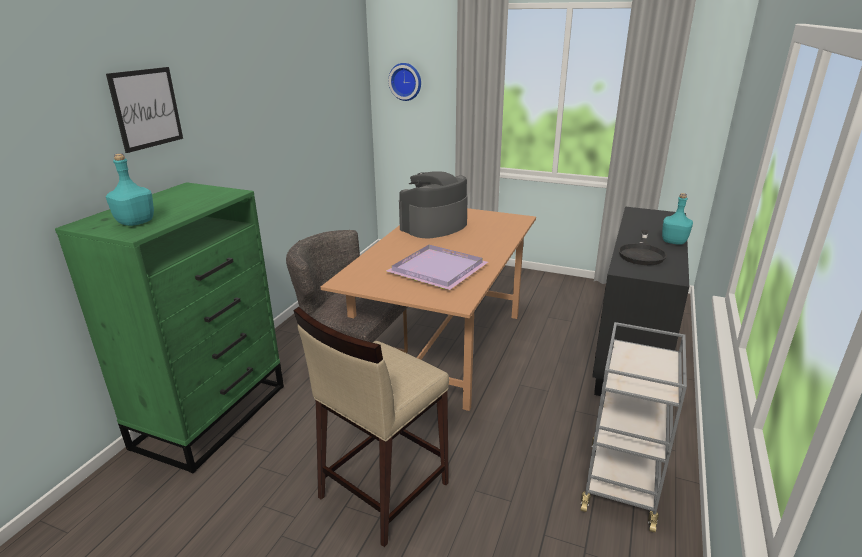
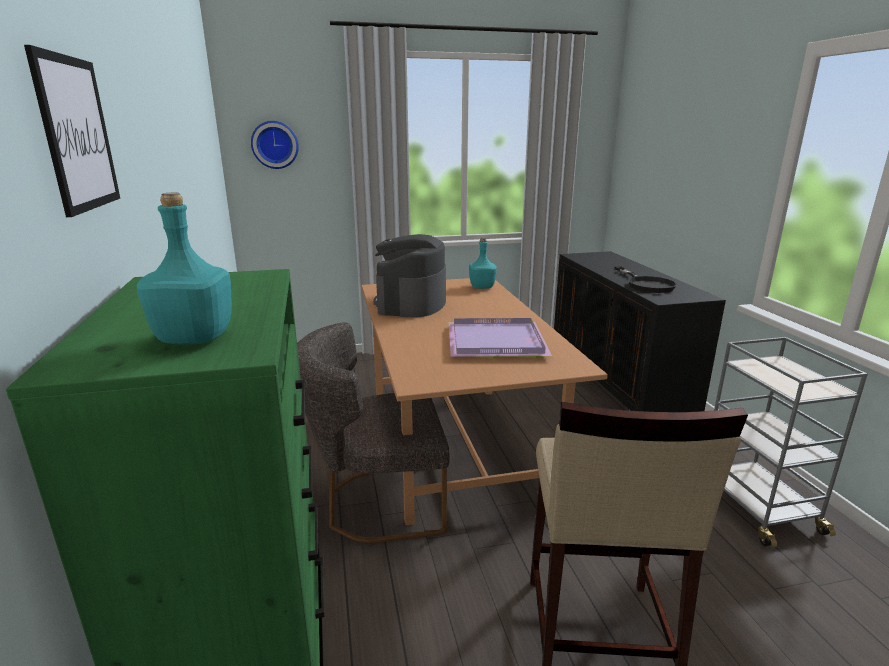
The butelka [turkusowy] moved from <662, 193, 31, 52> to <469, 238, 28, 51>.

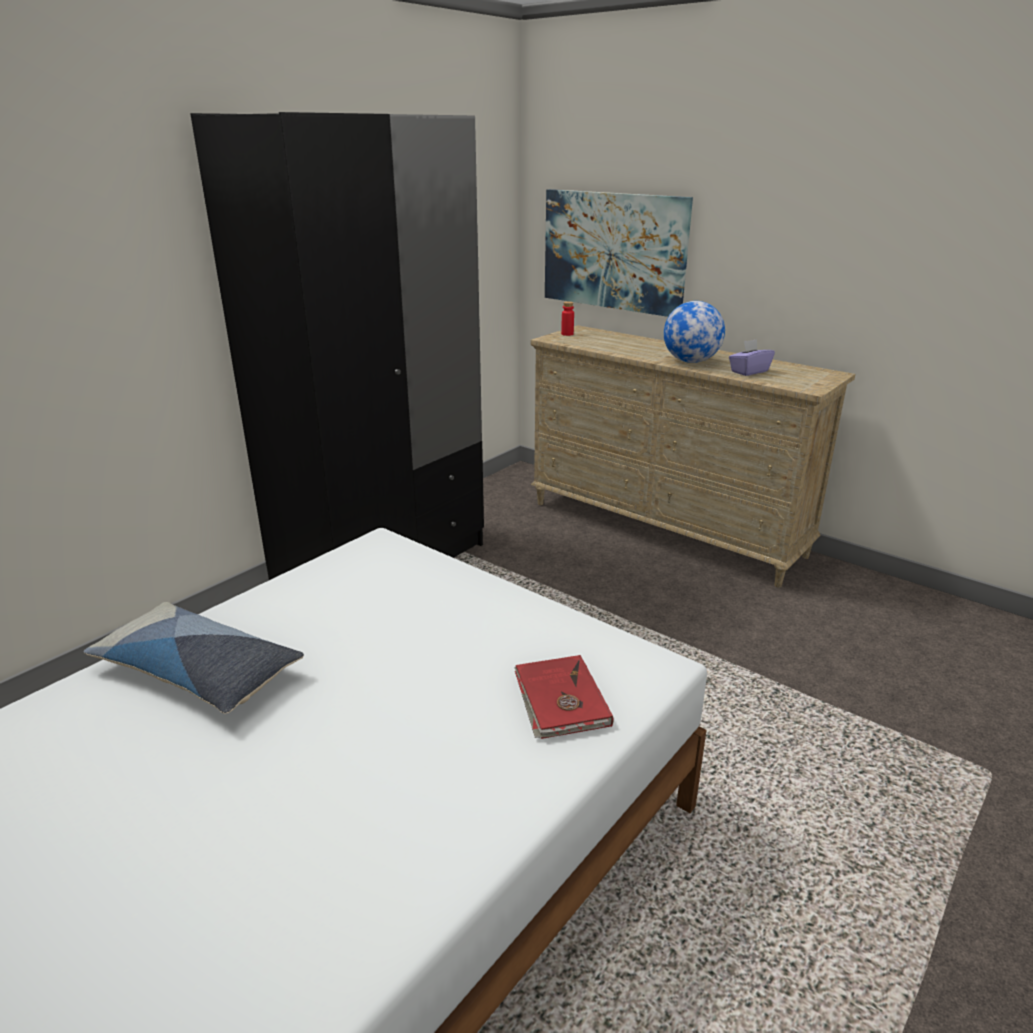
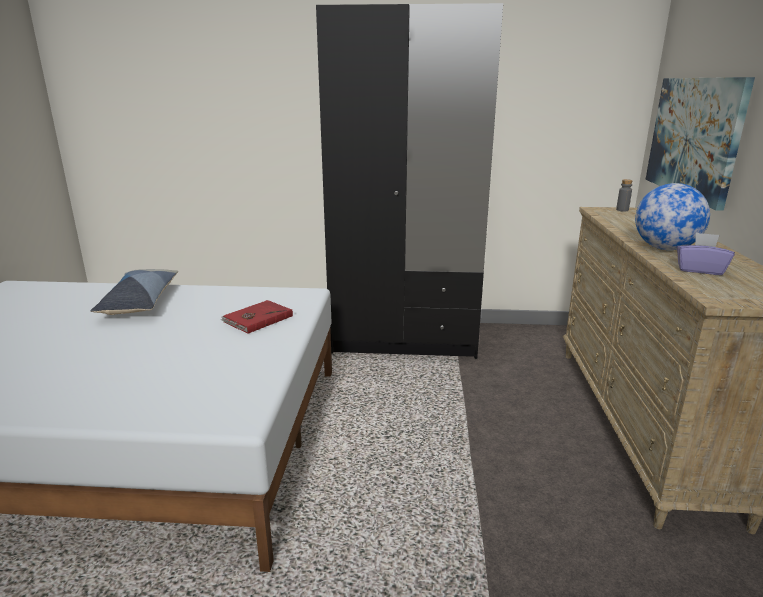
The butelka [czerwony] at <561, 301, 13, 35> became the butelka [szary] at <616, 179, 17, 33>. The książka [czerwony] moved from <514, 655, 100, 84> to <221, 300, 72, 34>.

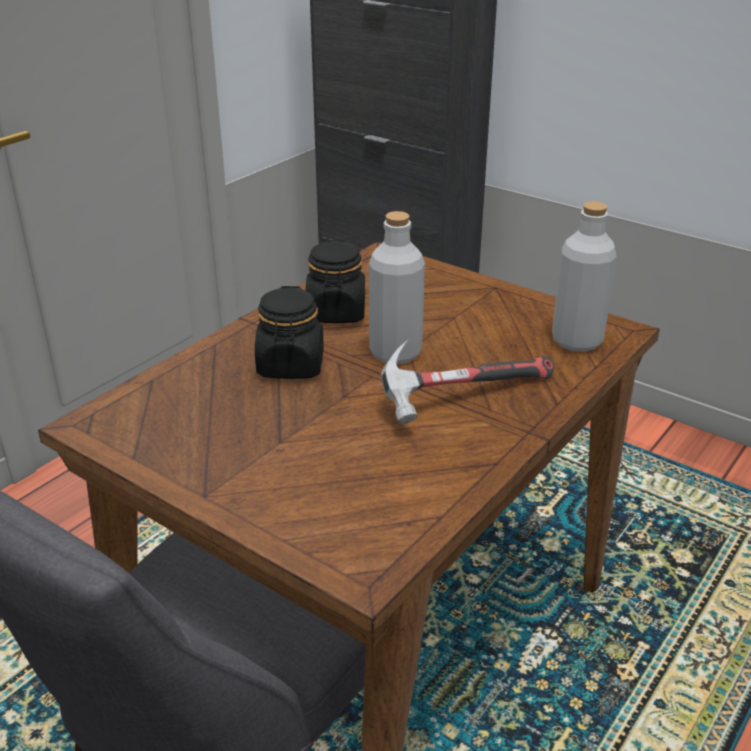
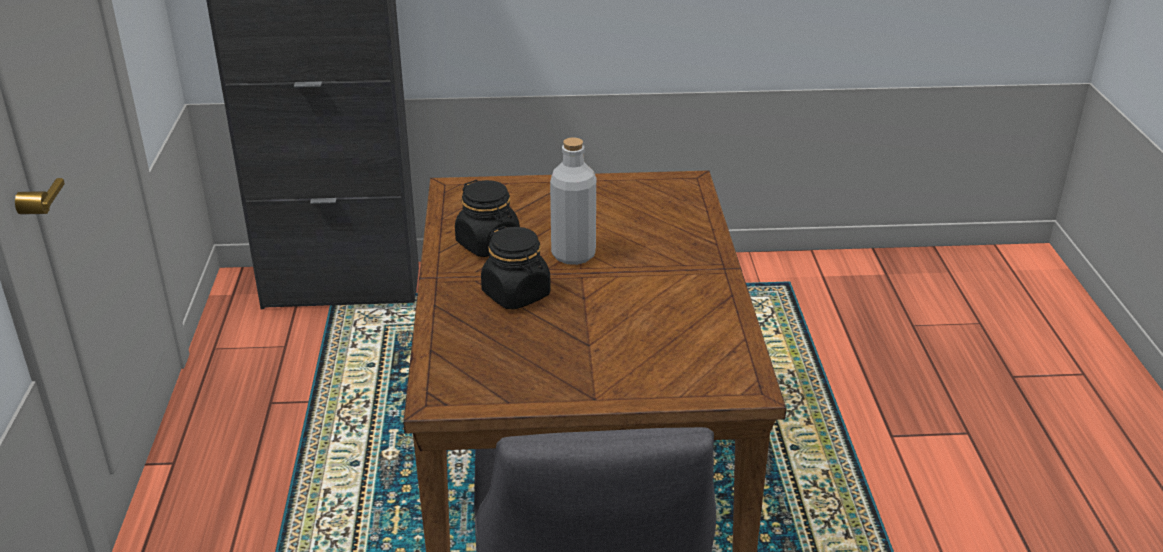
The butelka [szary] at <552, 201, 65, 151> disappeared. The młotek at <381, 340, 173, 84> disappeared.

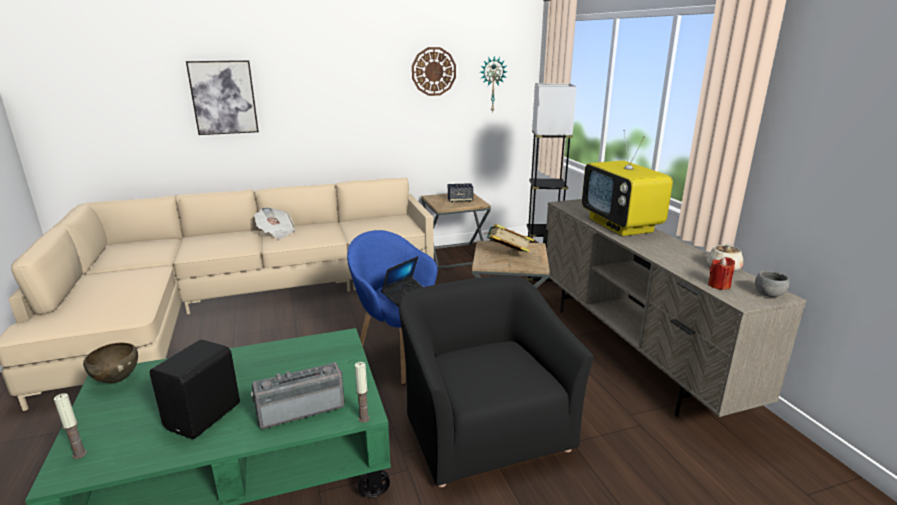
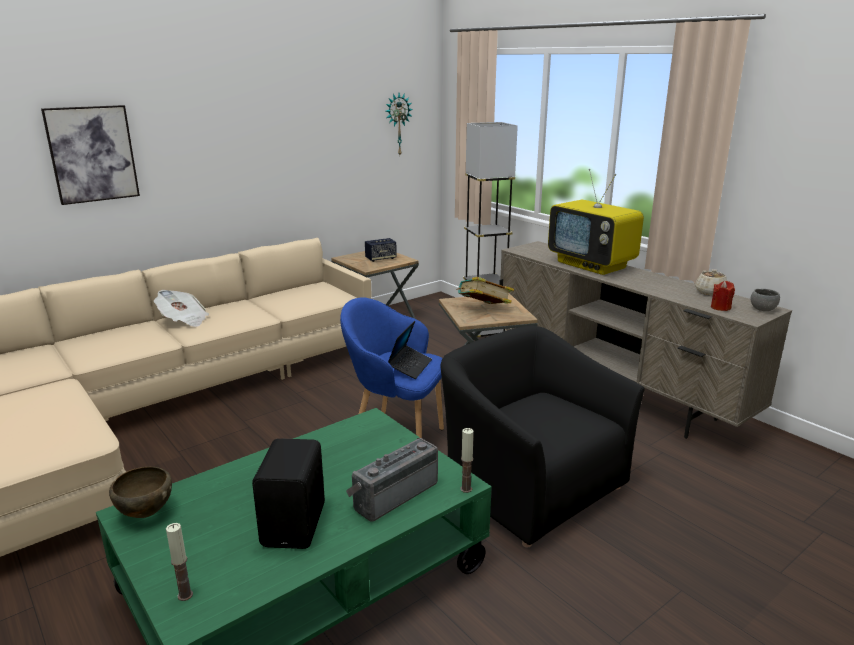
The zegar ścienny at <412, 47, 44, 49> disappeared.

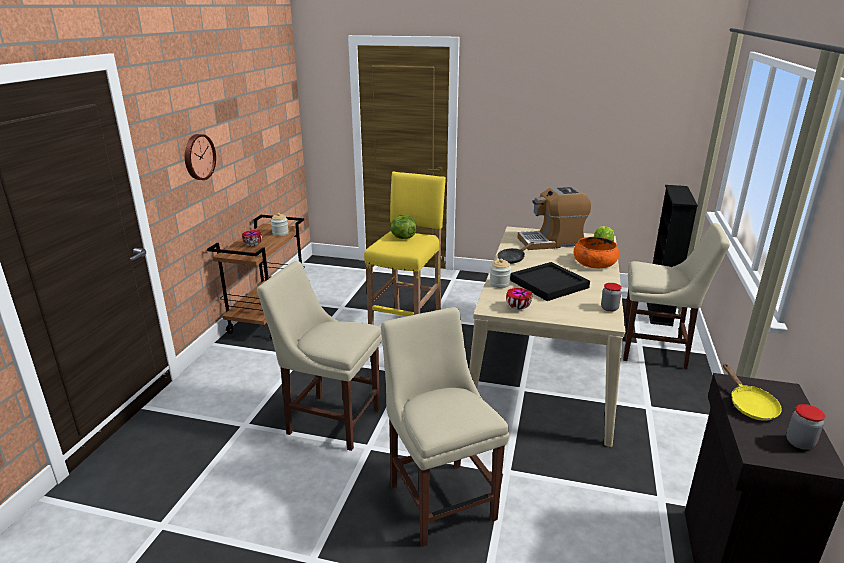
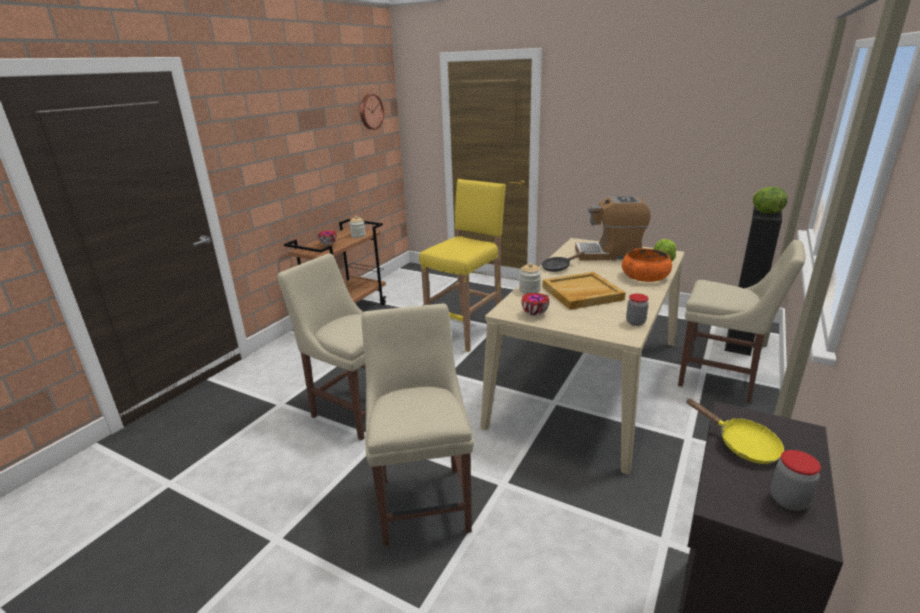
The zegar ścienny moved from <185, 134, 31, 46> to <360, 94, 24, 36>. The sałata moved from <390, 215, 26, 24> to <752, 186, 36, 28>. The taca [czarny] at <510, 262, 80, 39> became the taca [beżowy] at <542, 272, 84, 38>. The patelnia [żółty] at <723, 363, 59, 58> turned 45 degrees counterclockwise.

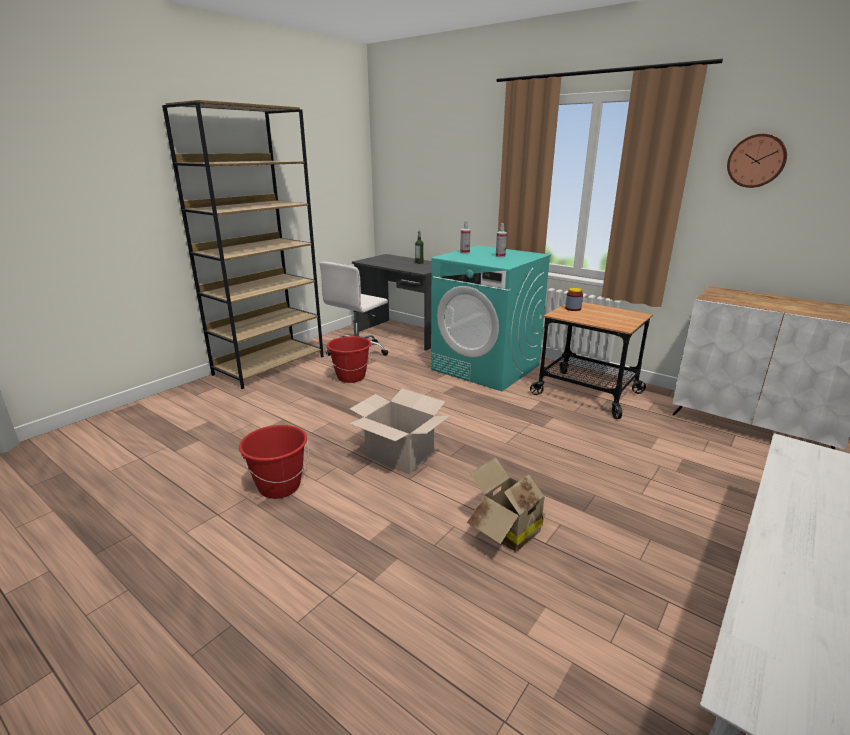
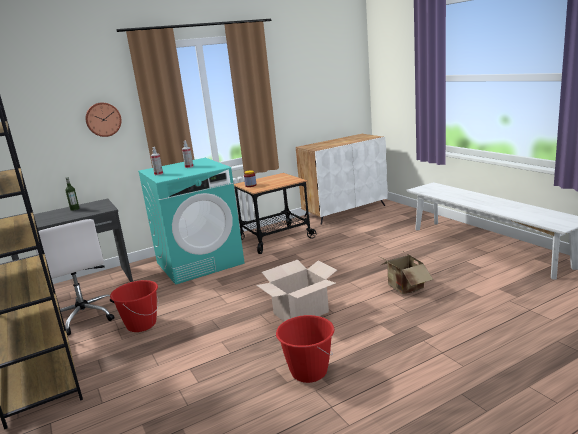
The zegar ścienny moved from <727, 134, 60, 54> to <86, 103, 36, 34>.

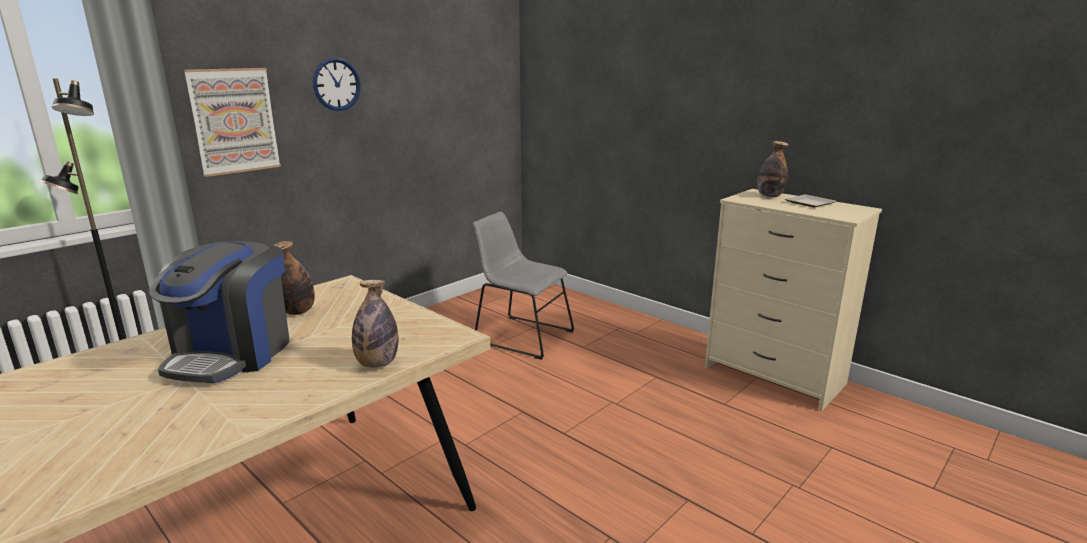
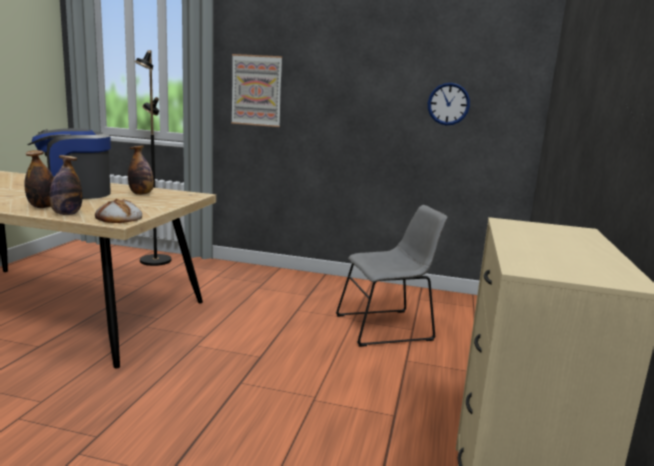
The zegar ścienny moved from <313, 58, 47, 53> to <428, 83, 42, 42>. The butelka moved from <757, 141, 32, 57> to <24, 150, 30, 58>. The talerz at <785, 194, 52, 13> disappeared. The krzesło [szary] at <473, 212, 102, 148> turned 75 degrees clockwise. The chleb at <95, 199, 47, 24> appeared.

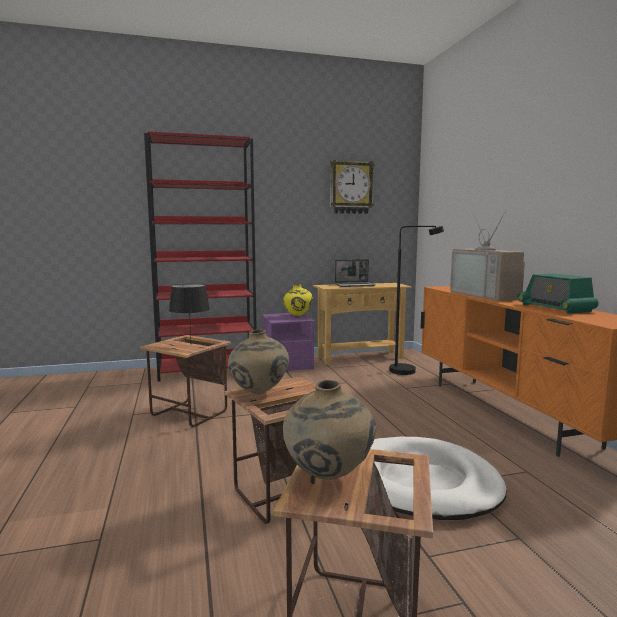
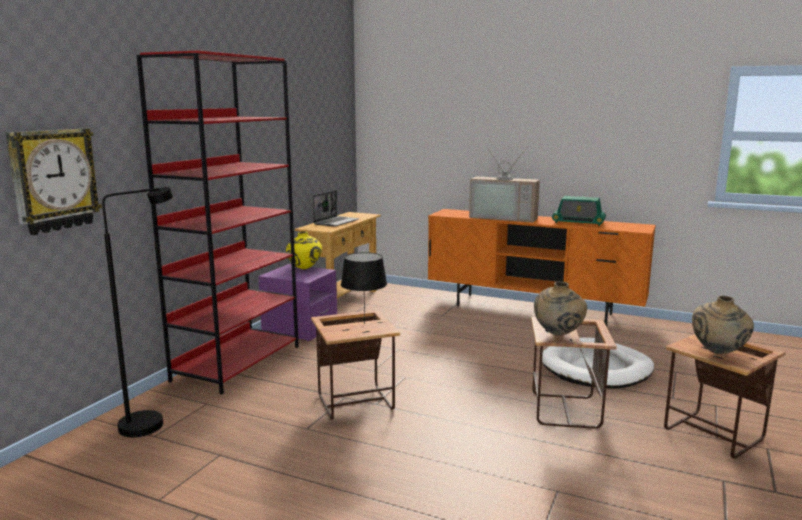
The zegar ścienny moved from <330, 160, 45, 54> to <6, 128, 96, 107>. The lampa stojąca [czarny] moved from <389, 226, 55, 149> to <102, 187, 71, 250>.

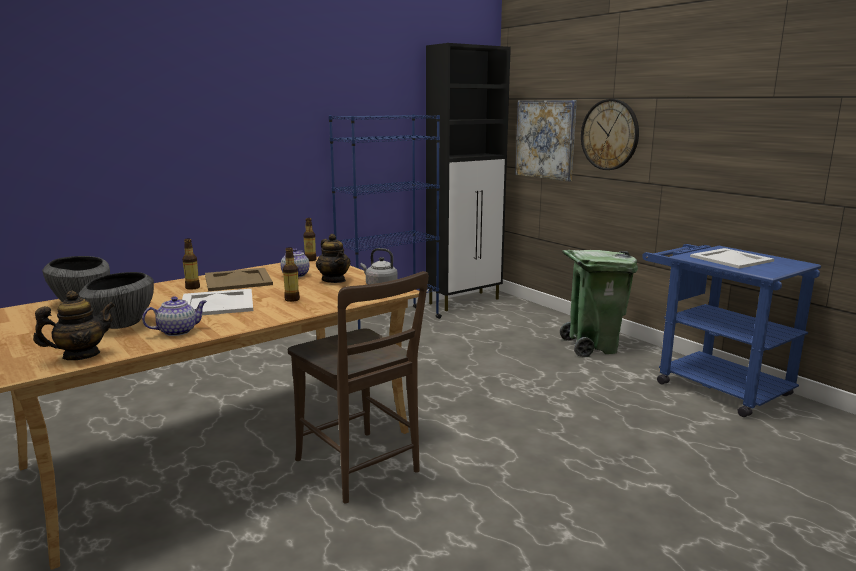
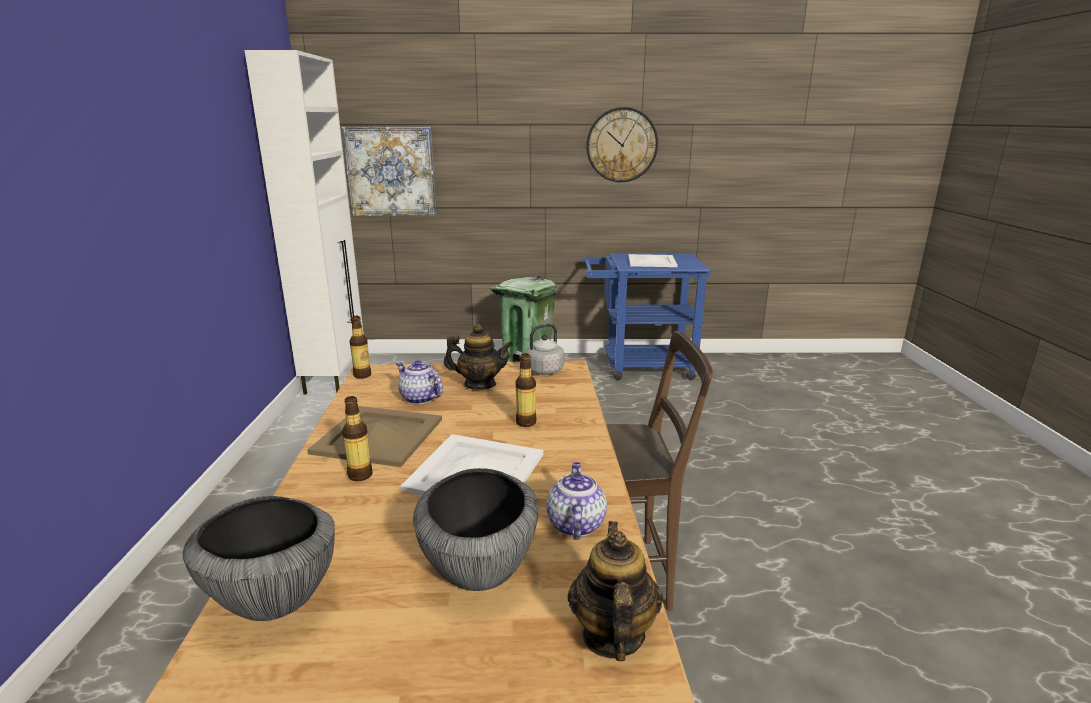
The szafka [czarny] at <426, 43, 85, 268> became the szafka [biały] at <245, 50, 119, 344>. The zegar ścienny moved from <581, 99, 58, 71> to <586, 107, 72, 75>. The regał [niebieski] at <329, 114, 113, 215> disappeared.

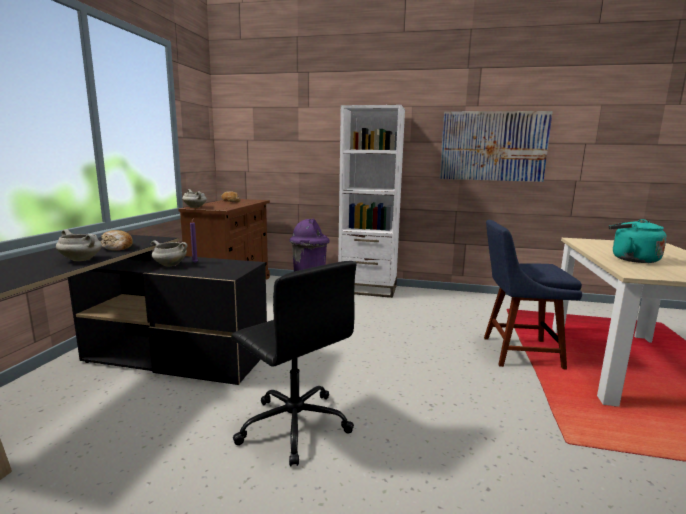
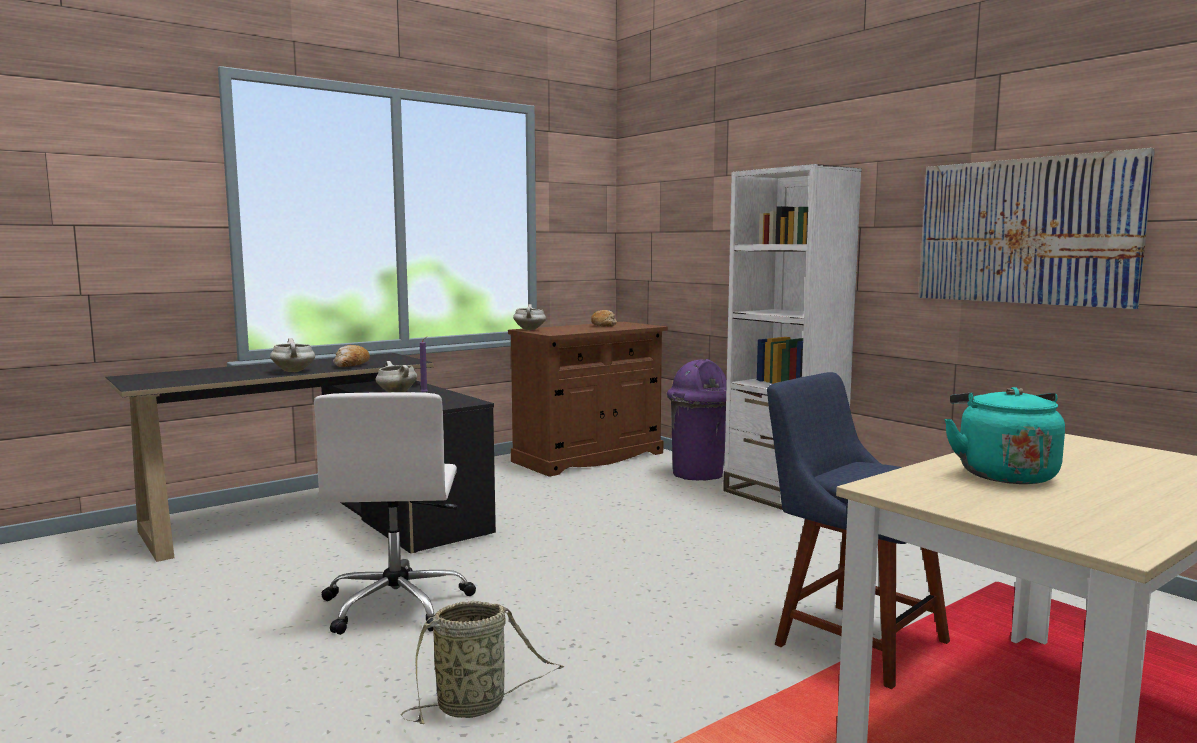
The krzesło biurowe [czarny] at <231, 261, 126, 206> became the krzesło biurowe [biały] at <314, 392, 162, 243>. The koszyk at <401, 601, 164, 123> appeared.

